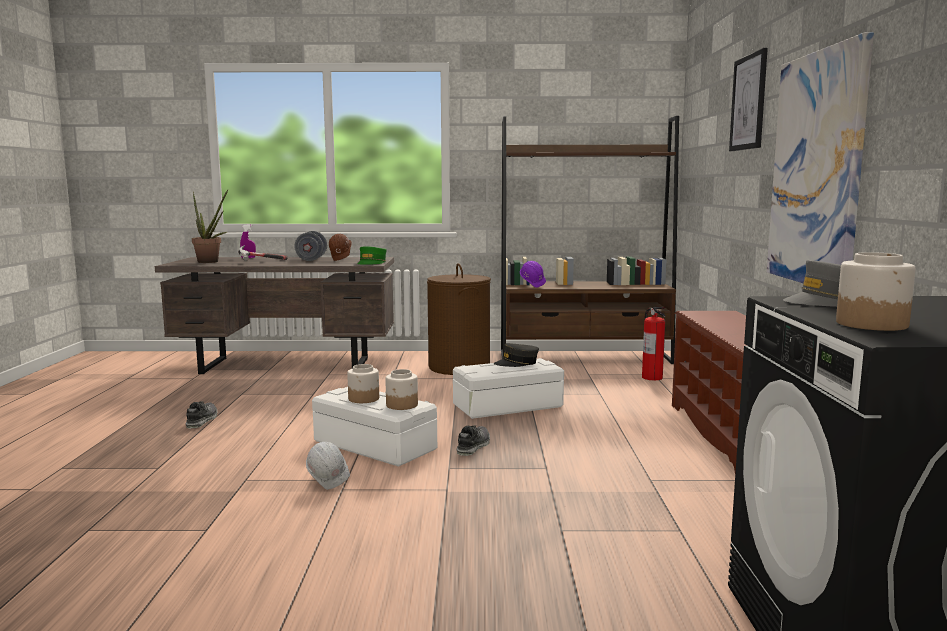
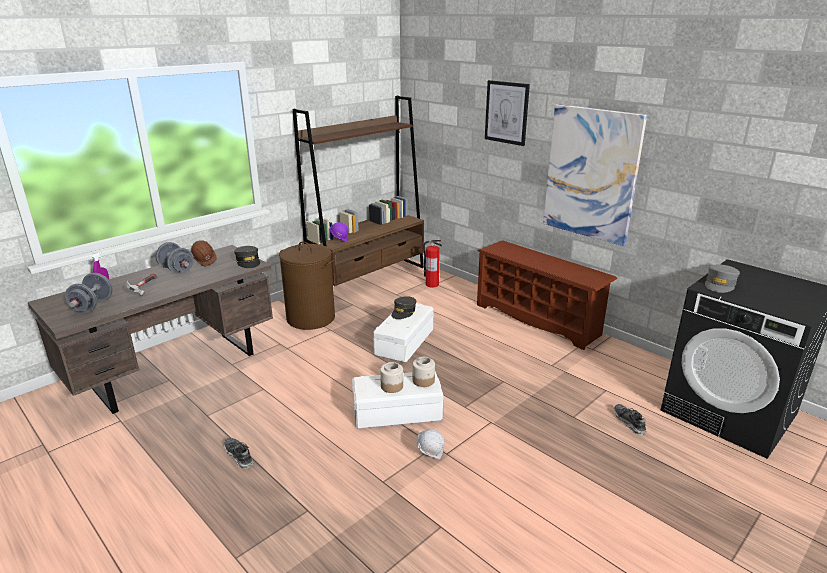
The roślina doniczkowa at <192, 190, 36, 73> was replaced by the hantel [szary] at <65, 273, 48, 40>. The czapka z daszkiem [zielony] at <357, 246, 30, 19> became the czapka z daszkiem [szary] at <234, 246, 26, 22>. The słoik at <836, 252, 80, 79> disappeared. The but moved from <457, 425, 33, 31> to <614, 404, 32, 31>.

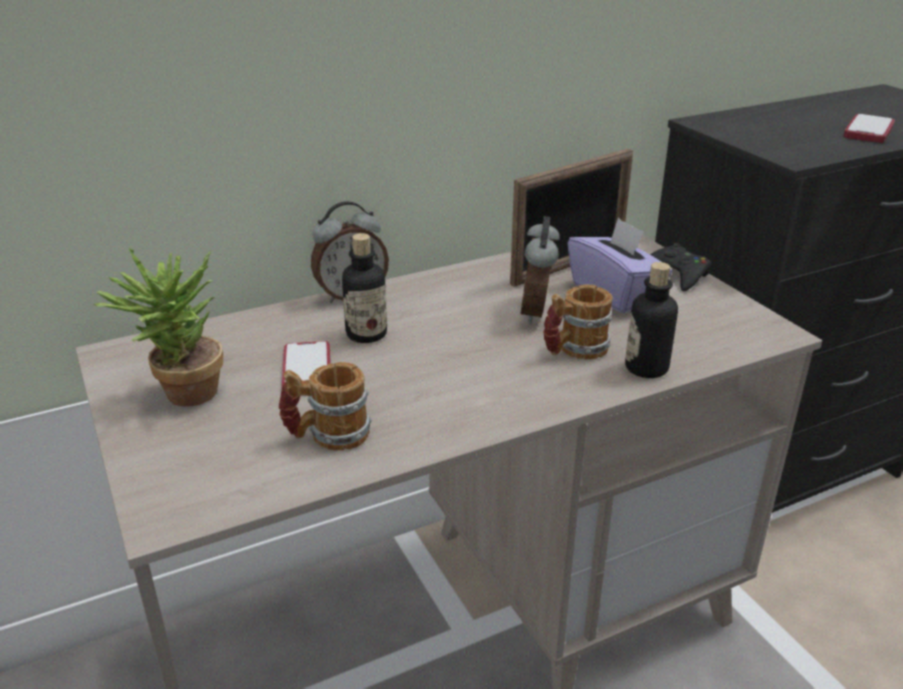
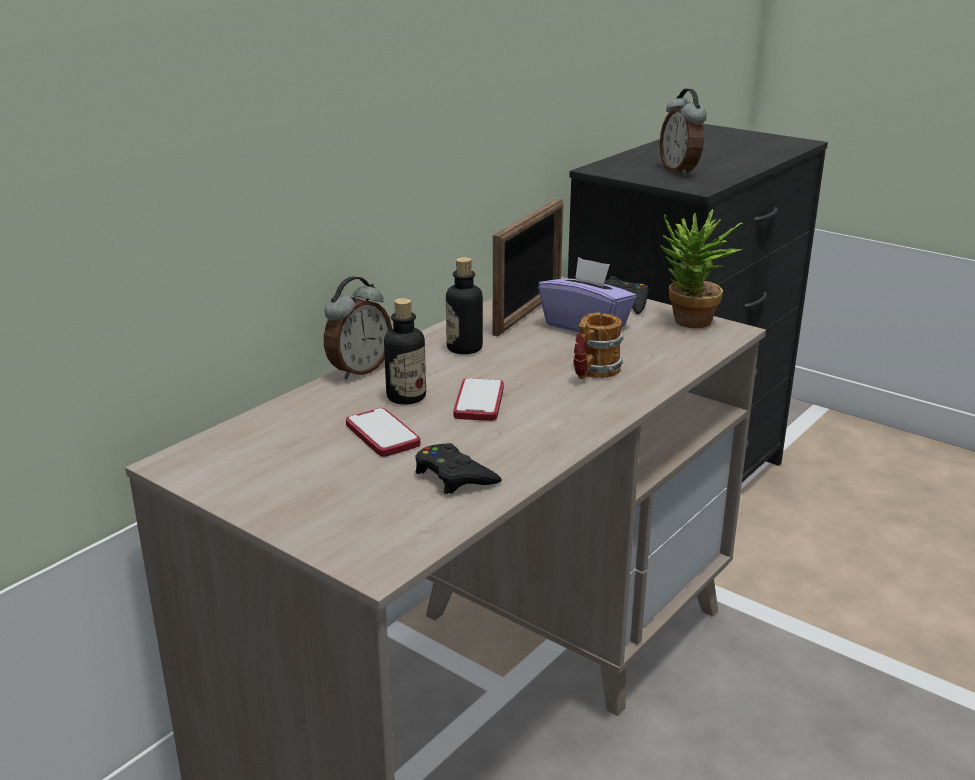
The telefon moved from <843, 114, 52, 29> to <454, 378, 50, 43>. The budzik moved from <521, 216, 39, 108> to <660, 89, 47, 87>. The roślina doniczkowa moved from <94, 248, 129, 159> to <661, 209, 82, 119>. The butelka moved from <625, 262, 53, 116> to <446, 257, 37, 97>. The kubek at <279, 362, 93, 89> was replaced by the pad do gier [czarny] at <415, 443, 87, 51>.

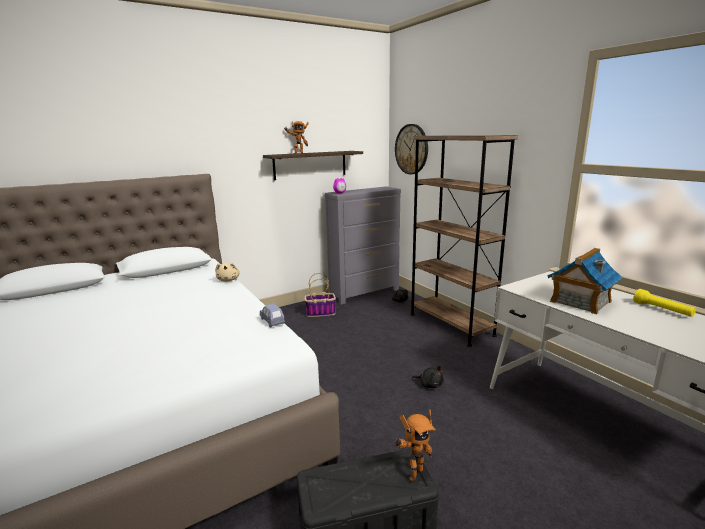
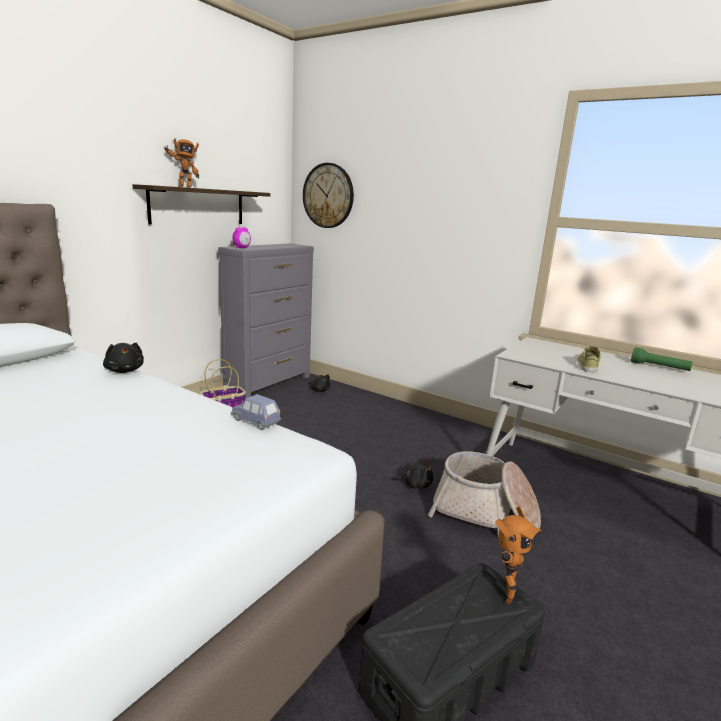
The regał [brązowy] at <410, 135, 108, 212> disappeared. The domek at <547, 248, 75, 66> was replaced by the but [beżowy] at <577, 346, 24, 27>. The pluszak [beżowy] at <215, 263, 25, 19> became the pluszak [czarny] at <103, 343, 41, 30>. The latarka [żółty] at <633, 289, 63, 28> became the latarka [zielony] at <631, 347, 62, 24>. The koszyk at <428, 451, 113, 87> appeared.

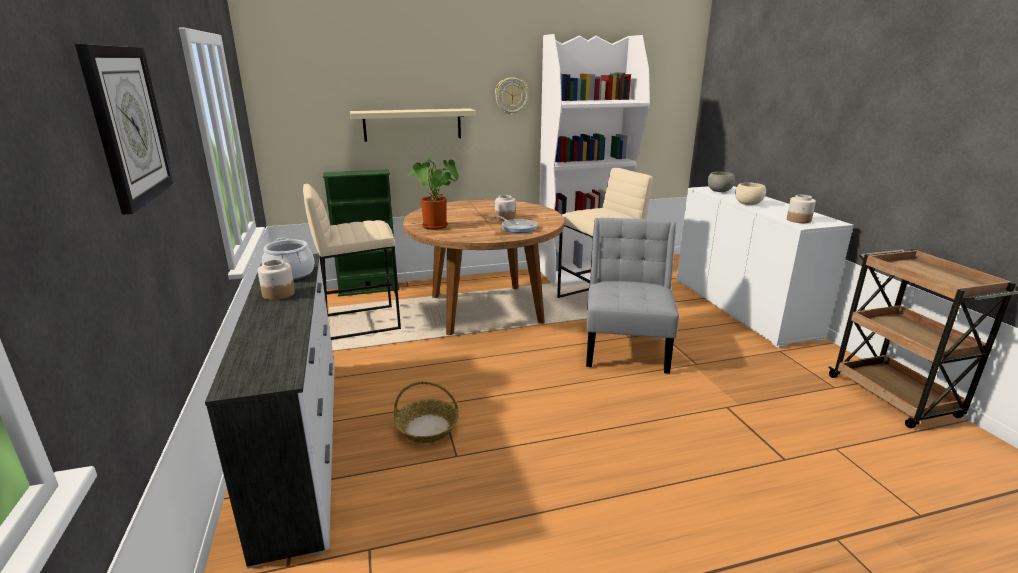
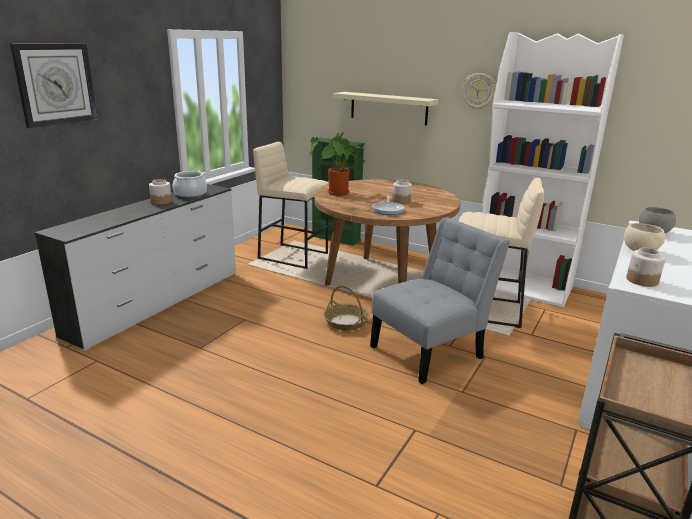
The koszyk moved from <394, 381, 65, 62> to <323, 285, 46, 46>.

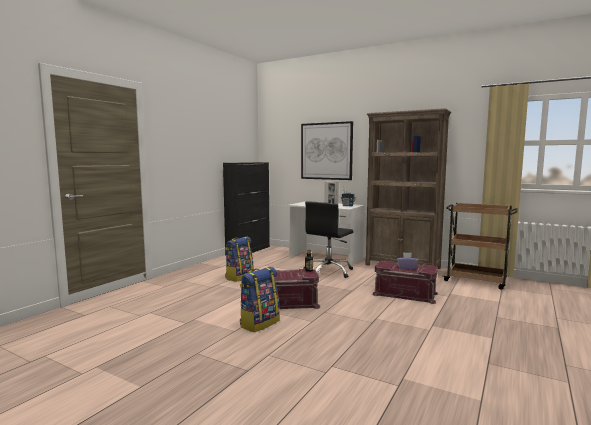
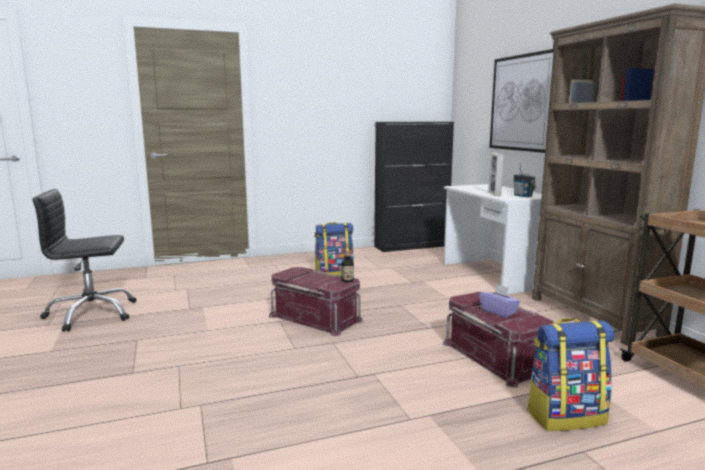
The krzesło biurowe [czarny] moved from <303, 202, 50, 76> to <32, 189, 104, 143>. The plecak moved from <240, 267, 40, 65> to <527, 318, 87, 113>.

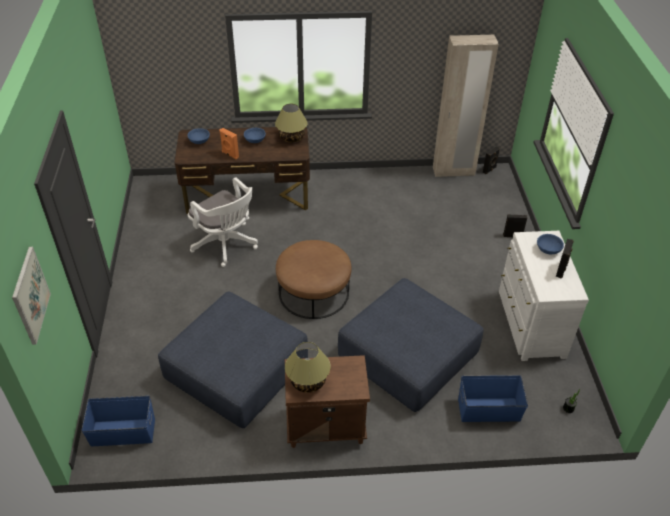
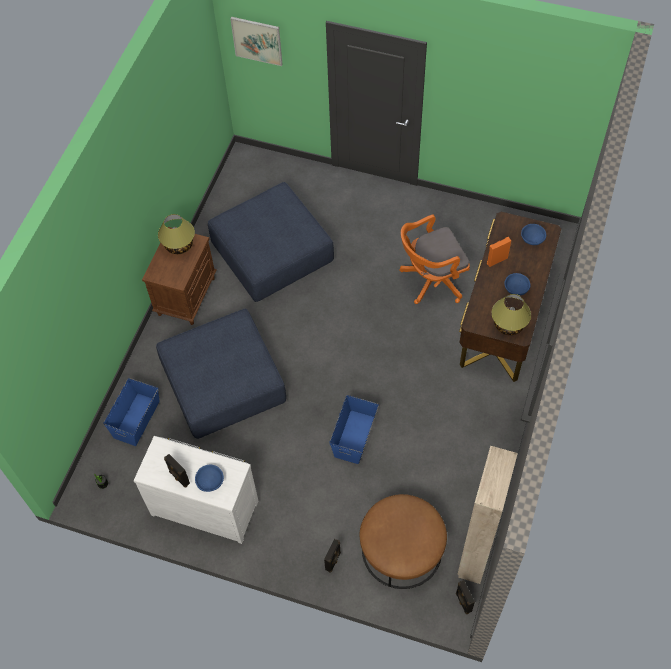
The krzesło biurowe [biały] at <188, 177, 70, 90> became the krzesło biurowe [pomarańczowy] at <400, 215, 70, 89>. The pufa [brązowy] moved from <276, 240, 76, 79> to <359, 494, 88, 95>. The pojemnik do przechowywania [niebieski] moved from <81, 396, 74, 50> to <329, 395, 50, 69>.

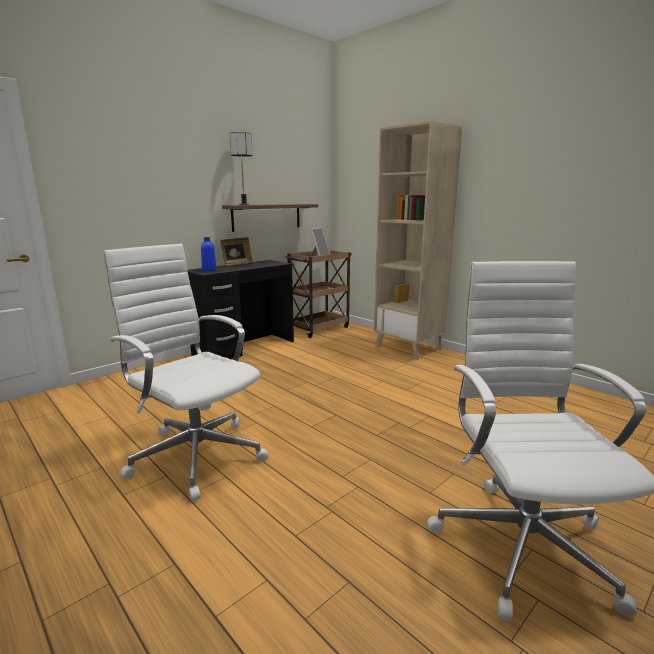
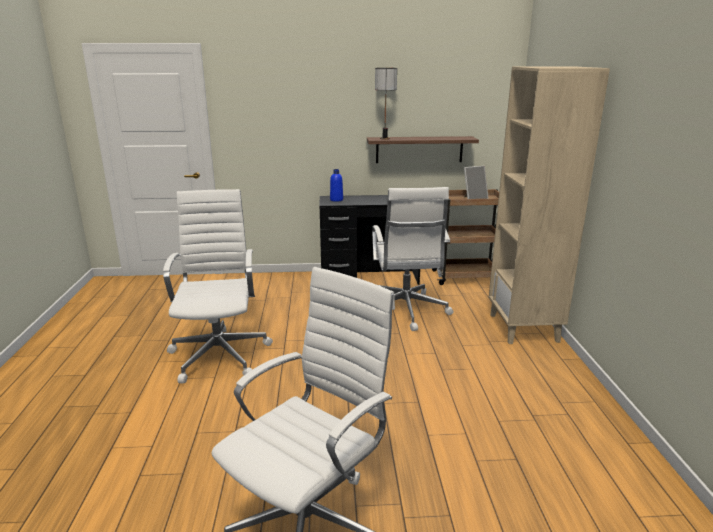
The ramka na zdjęcie at <220, 237, 33, 29> disappeared. The krzesło biurowe [biały] at <372, 187, 81, 144> appeared.

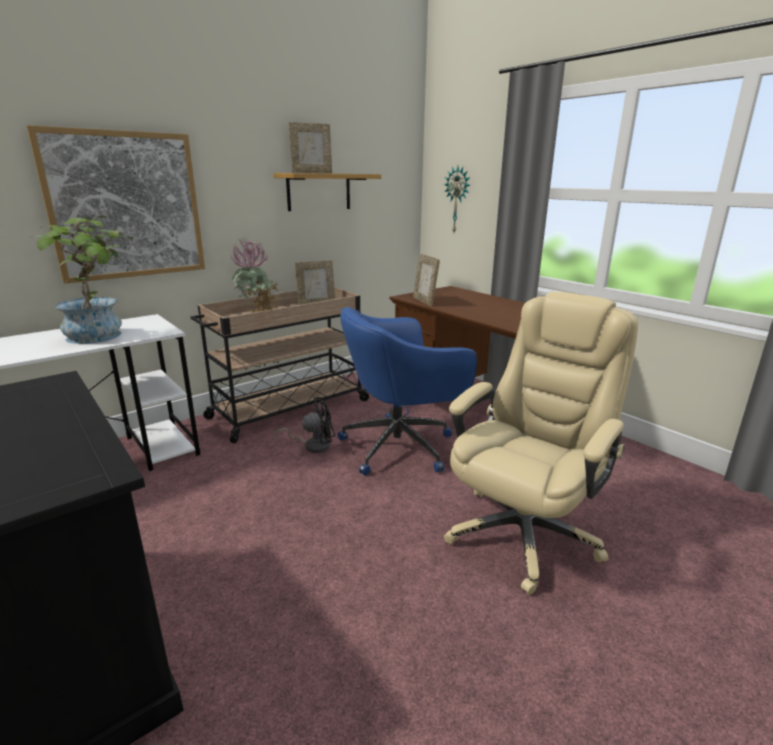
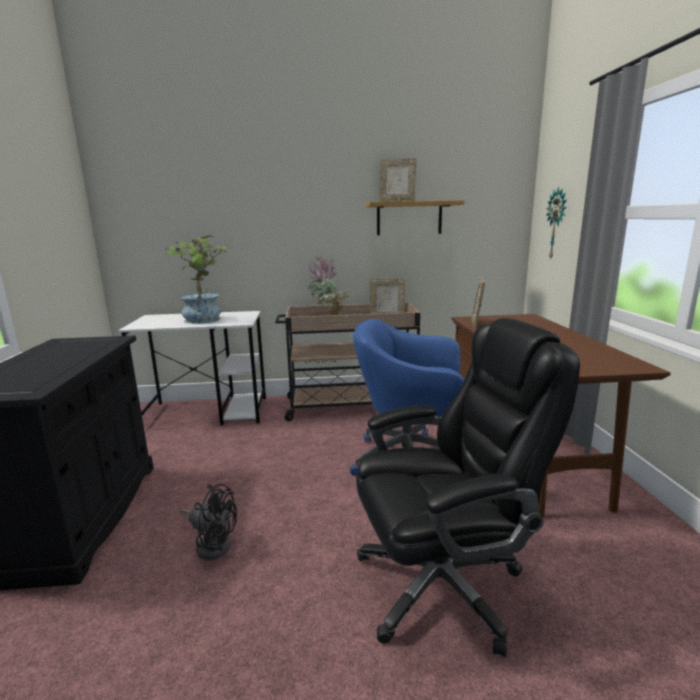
The obraz at <27, 125, 178, 159> disappeared. The krzesło biurowe [beżowy] at <444, 292, 194, 303> became the krzesło biurowe [czarny] at <356, 318, 224, 339>. The wentylator [czarny] moved from <273, 397, 62, 56> to <180, 484, 57, 76>.

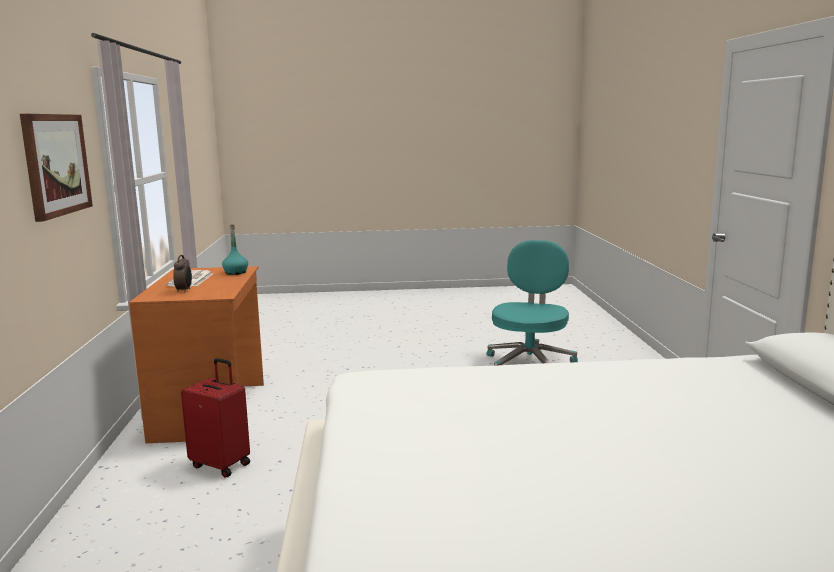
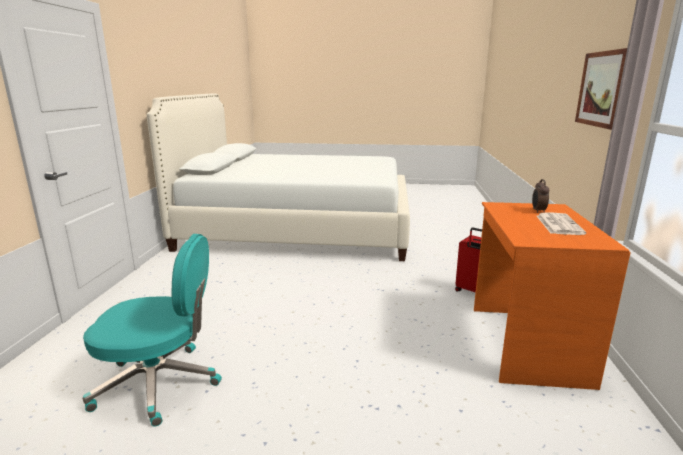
The butelka [turkusowy] at <222, 225, 26, 50> disappeared. The krzesło biurowe [turkusowy] at <487, 240, 91, 126> turned 120 degrees counterclockwise.

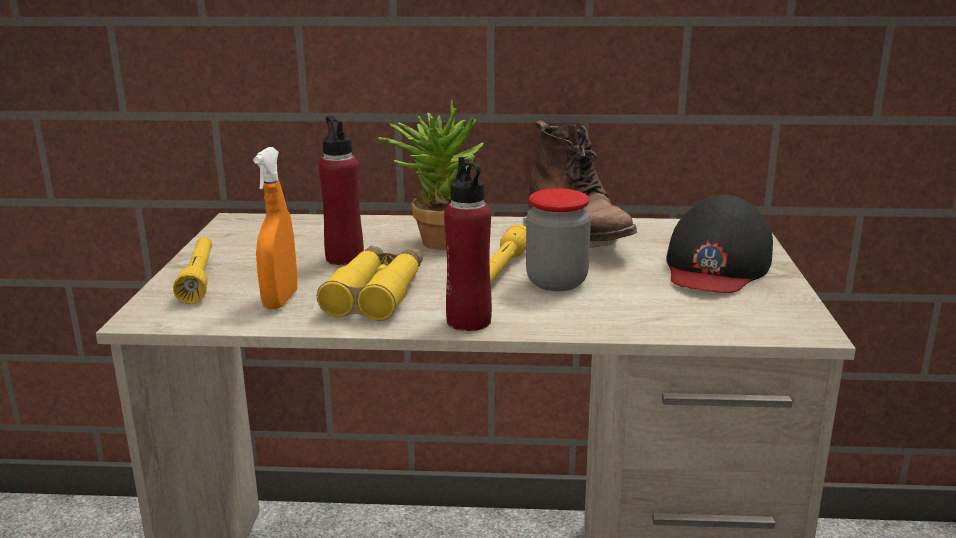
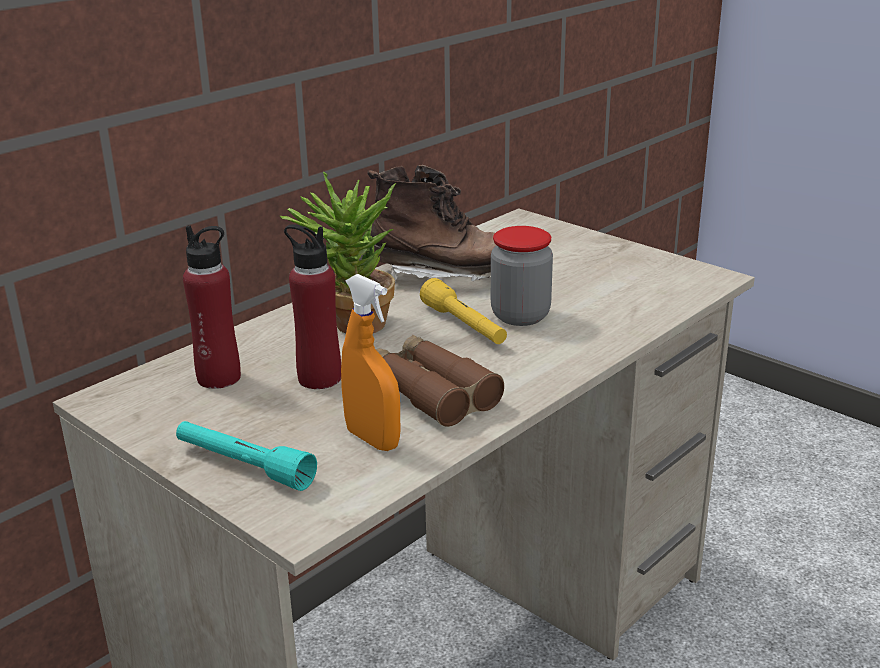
The butelka [czerwony] moved from <444, 157, 48, 174> to <183, 225, 58, 164>. The czapka z daszkiem [czarny] at <666, 195, 107, 98> disappeared. The latarka [żółty] at <173, 237, 39, 67> became the latarka [turkusowy] at <176, 421, 141, 70>. The lornetka [żółty] at <317, 246, 106, 75> became the lornetka [brązowy] at <376, 334, 128, 93>.

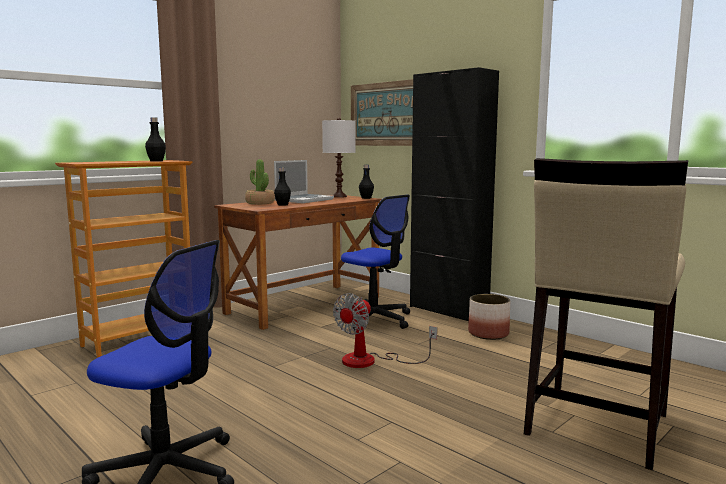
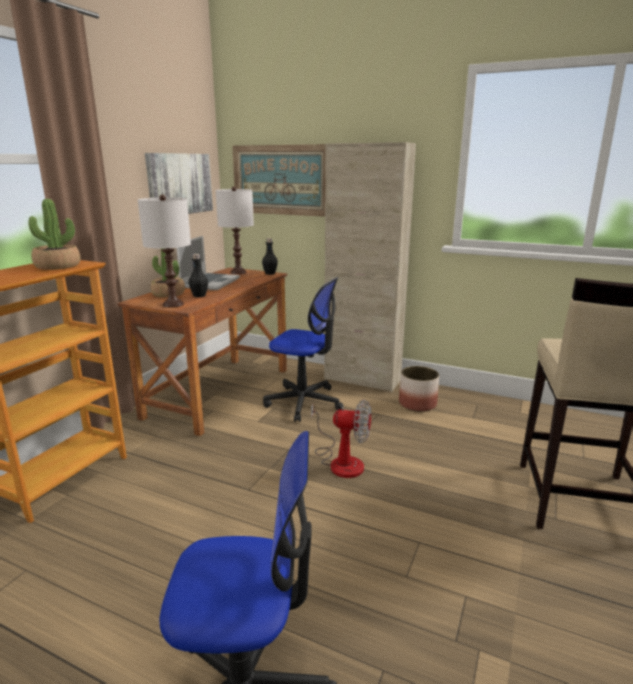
The szafka [czarny] at <410, 67, 89, 255> became the szafka [beżowy] at <324, 142, 92, 250>. The butelka [czarny] at <145, 117, 21, 44> was replaced by the roślina doniczkowa at <28, 199, 53, 71>. The wentylator at <333, 293, 104, 75> turned 90 degrees counterclockwise. The obraz at <145, 153, 68, 61> appeared. The lampa stołowa [biały] at <138, 195, 53, 113> appeared.

